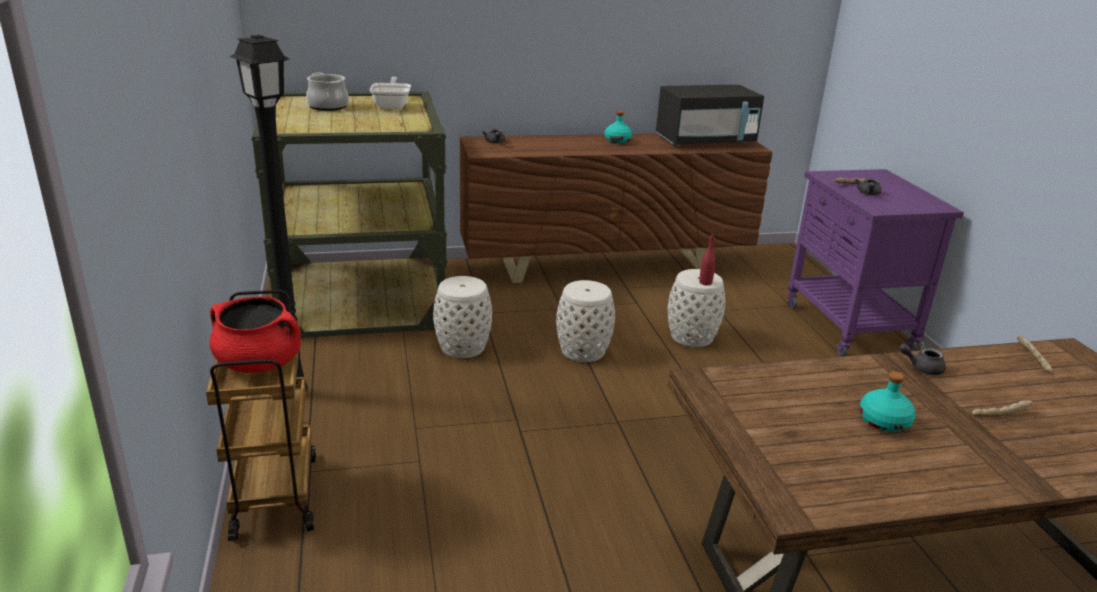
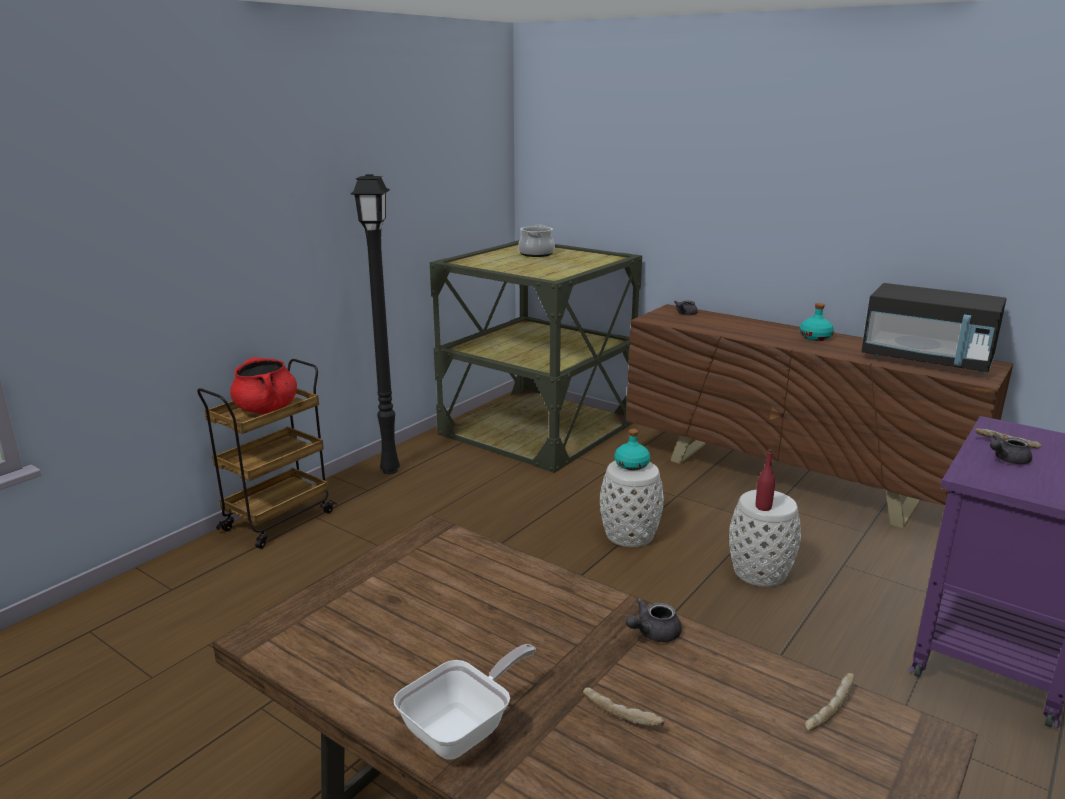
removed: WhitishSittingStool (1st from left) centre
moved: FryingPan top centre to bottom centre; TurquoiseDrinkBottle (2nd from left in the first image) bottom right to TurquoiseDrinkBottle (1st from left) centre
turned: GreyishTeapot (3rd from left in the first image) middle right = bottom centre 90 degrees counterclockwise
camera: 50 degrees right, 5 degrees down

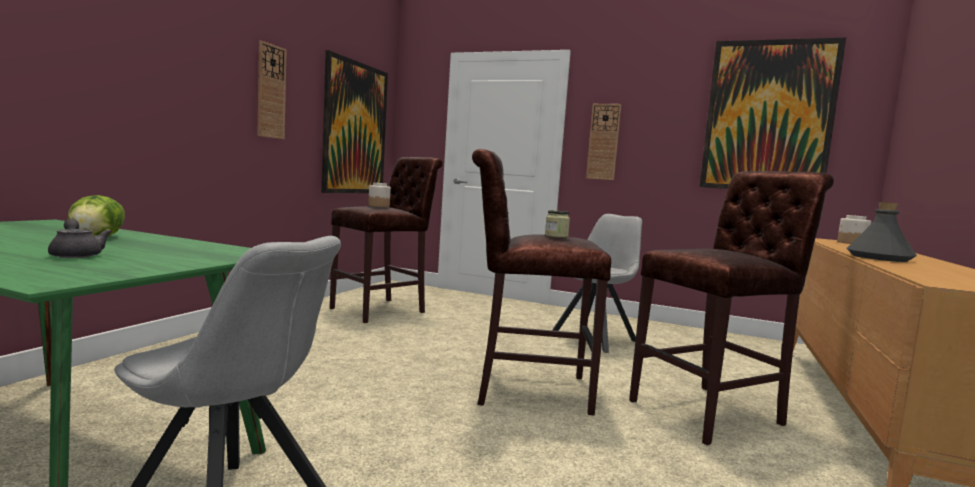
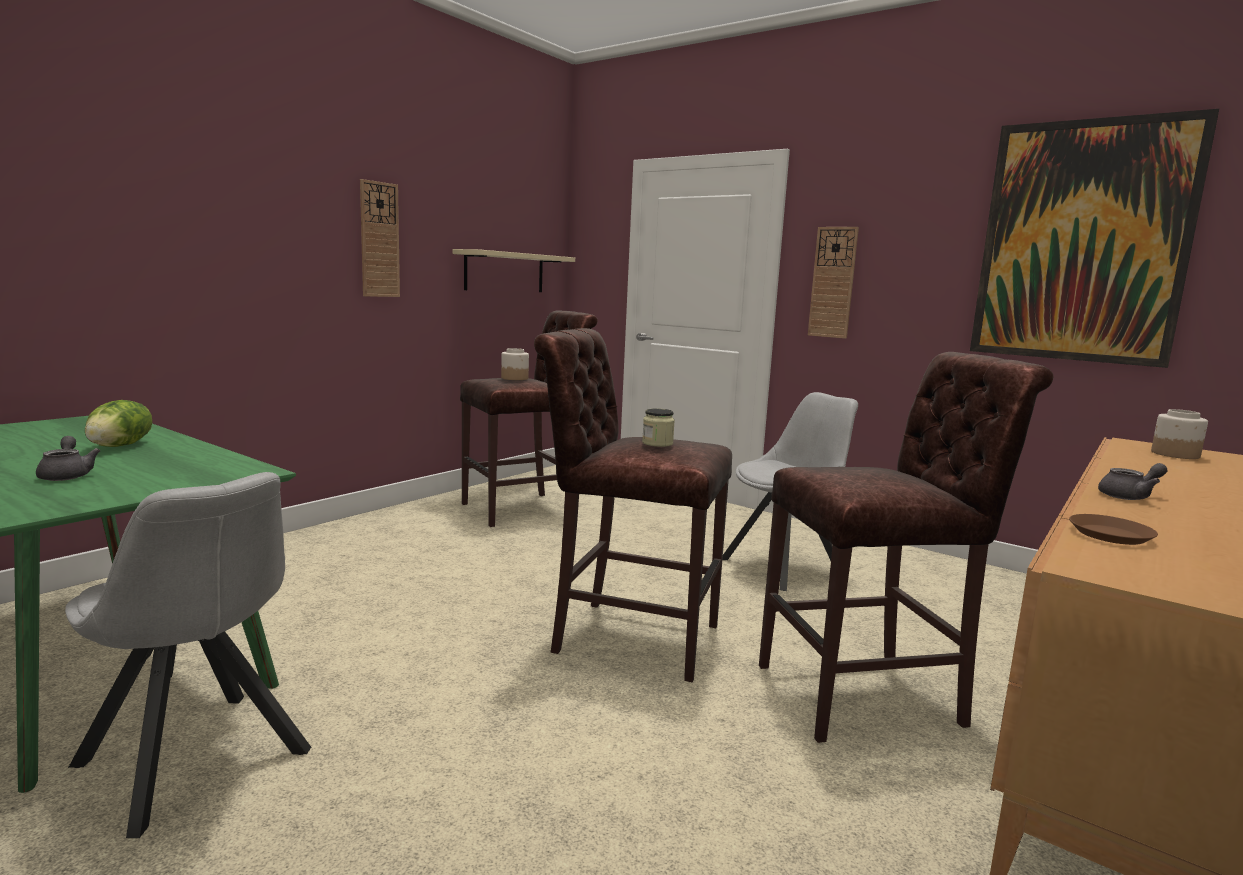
added: BrownFlatDish middle right
replaced: Picture (1st from left) top centre to BeigeColouredWallShelf top centre; GreyishDrinkBottle middle right to GreyishTeapot (2nd from left) middle right
camera: 15 degrees right, 5 degrees up

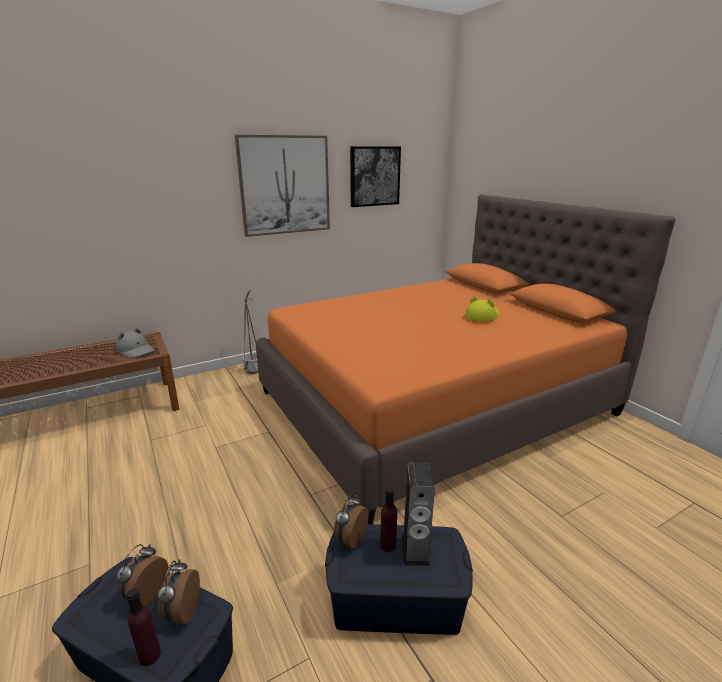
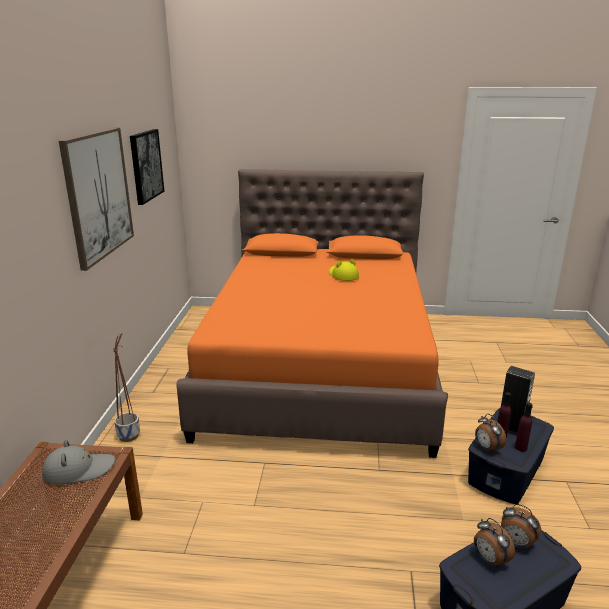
moved: PurpleDrinkBottle (1st from left in the first image) bottom left to PurpleDrinkBottle (2nd from left) bottom right
camera: 55 degrees left, 0 degrees up

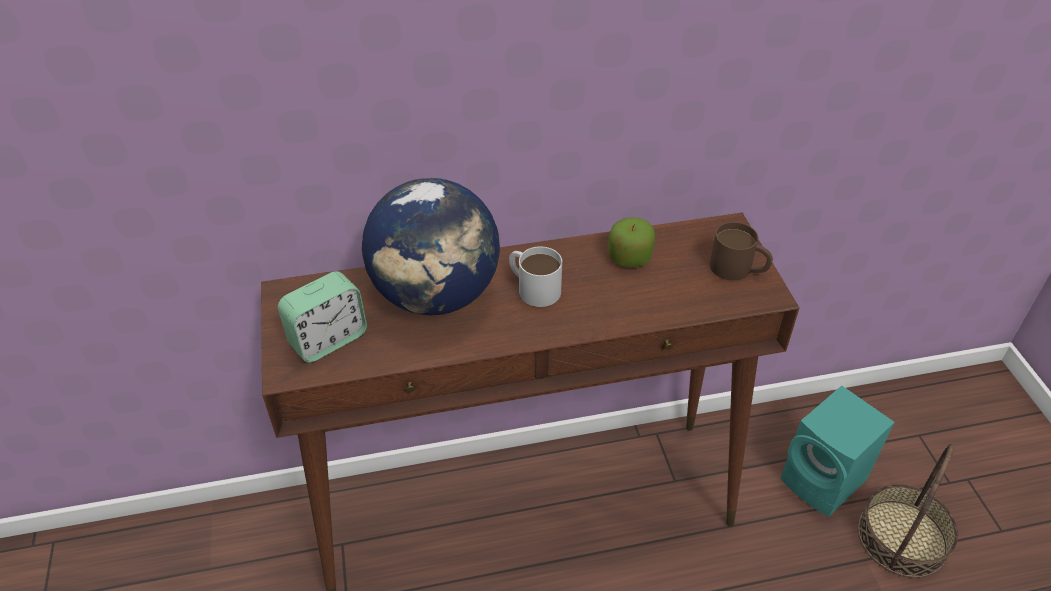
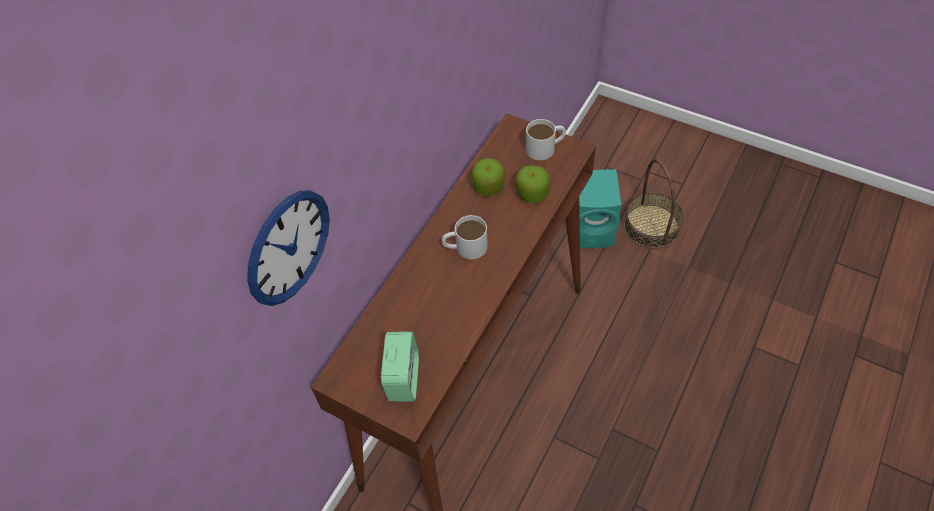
removed: DeskGlobe centre
added: AppleFruit (2nd from left) centre; WallClock middle left
recoloured: BrownTeaMug middle right to WhitishTeaMug (2nd from left) top centre
camera: 45 degrees left, 10 degrees up

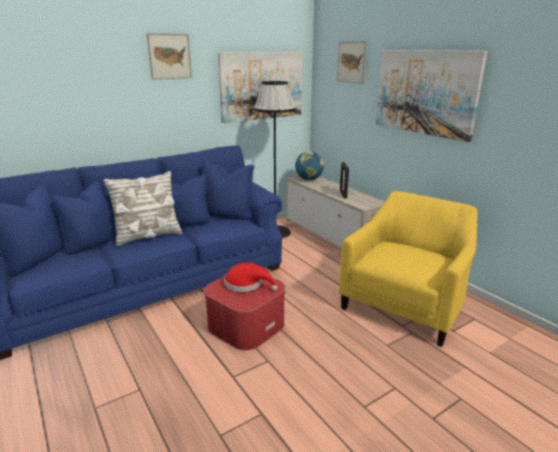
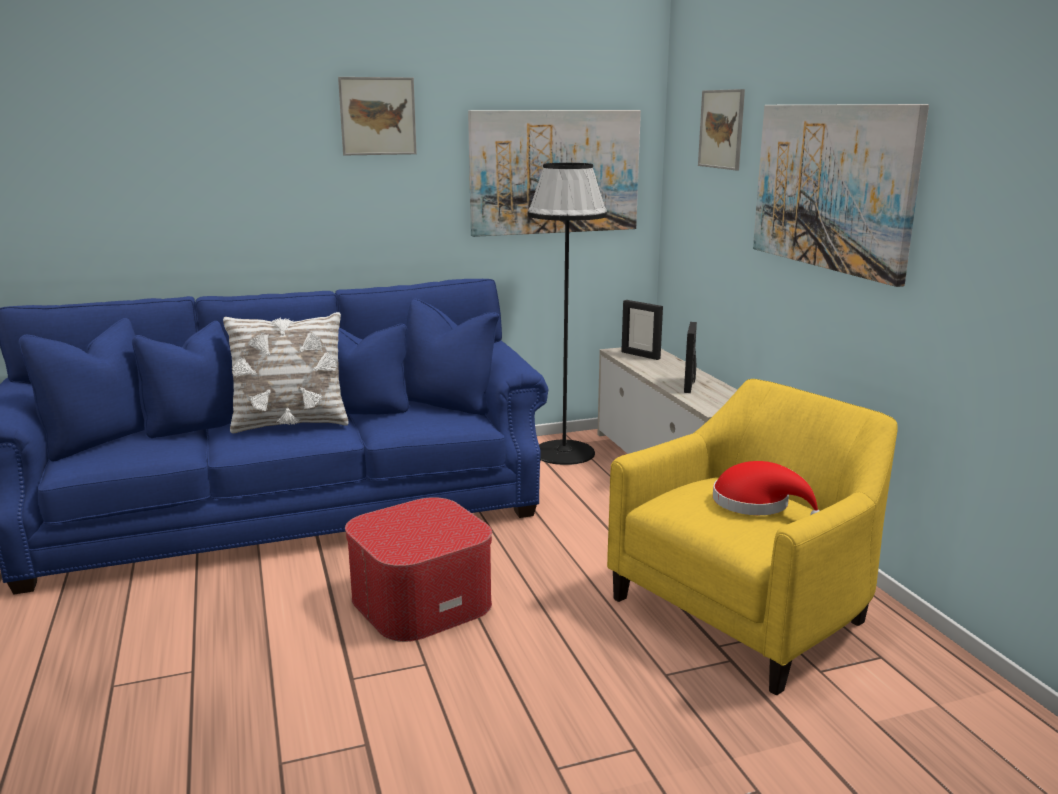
moved: RedWearableHat centre to middle right
replaced: DeskGlobe centre to PhotoFrame (1st from left) centre
camera: 15 degrees right, 5 degrees down

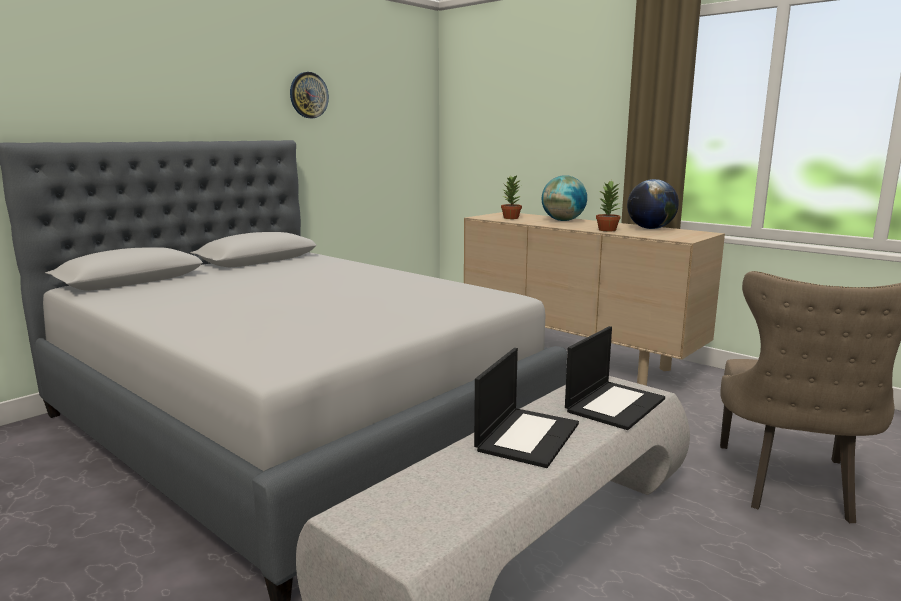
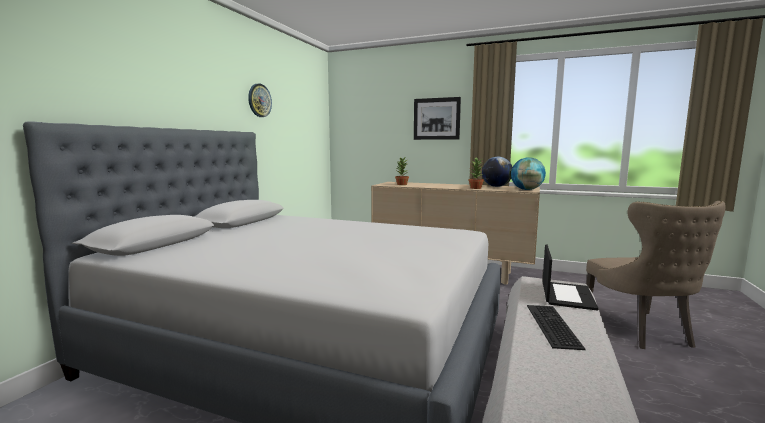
added: Picture top centre
moved: DeskGlobe (1st from left in the first image) top centre to DeskGlobe (2nd from left) middle right
replaced: PortableComputer (1st from left) bottom centre to PcKeyboard bottom right
camera: 20 degrees left, 5 degrees down

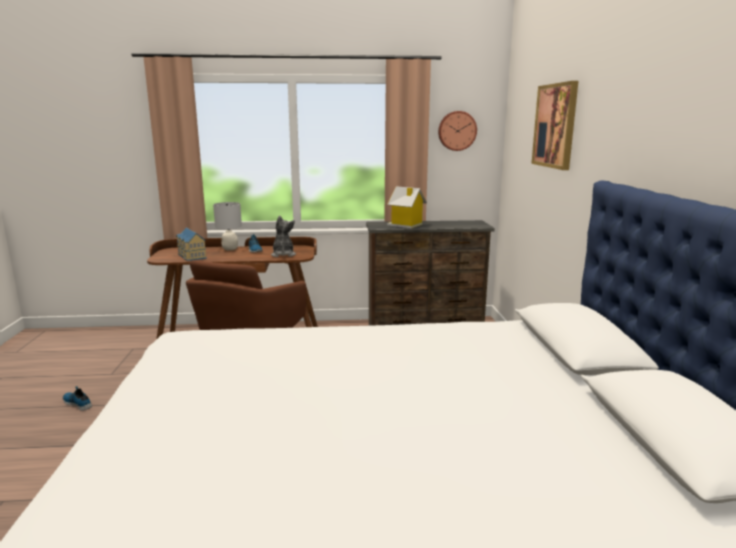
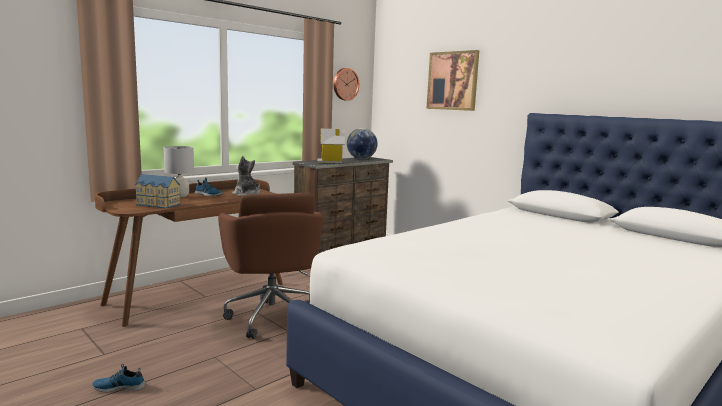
added: DeskGlobe centre
camera: 40 degrees left, 5 degrees down

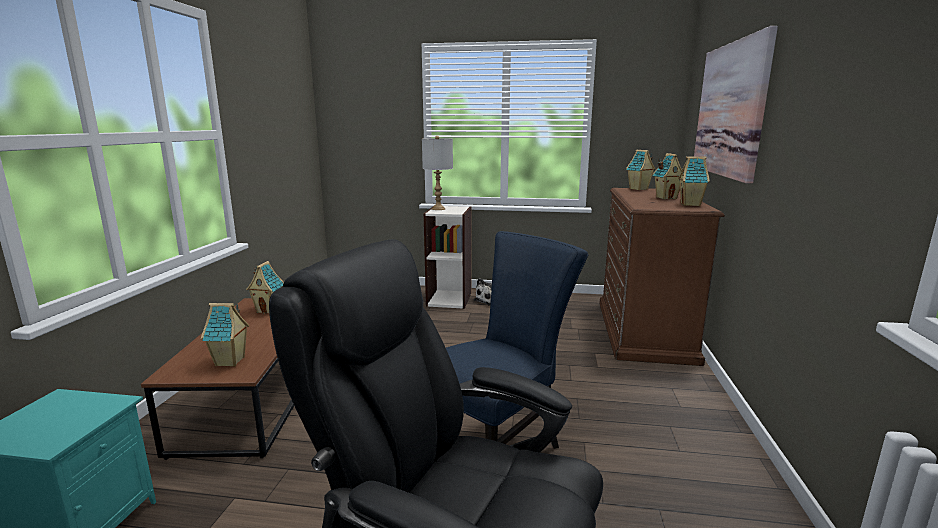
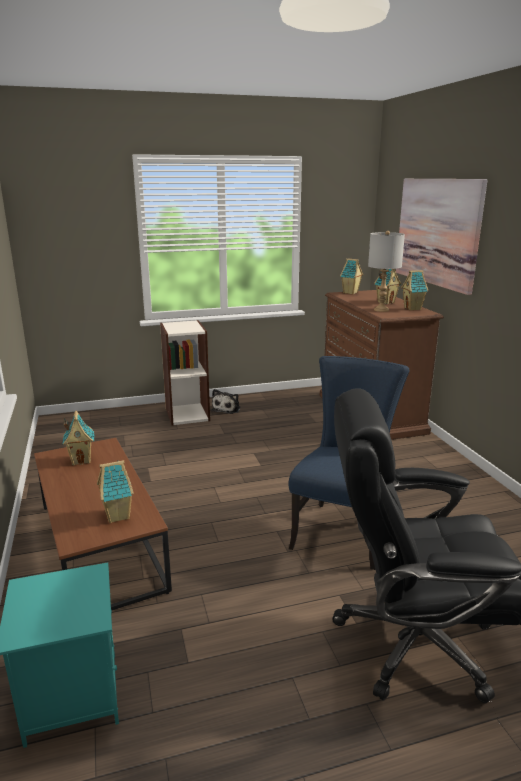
moved: GreyishTabletopLamp top centre to middle right
camera: 25 degrees left, 5 degrees up

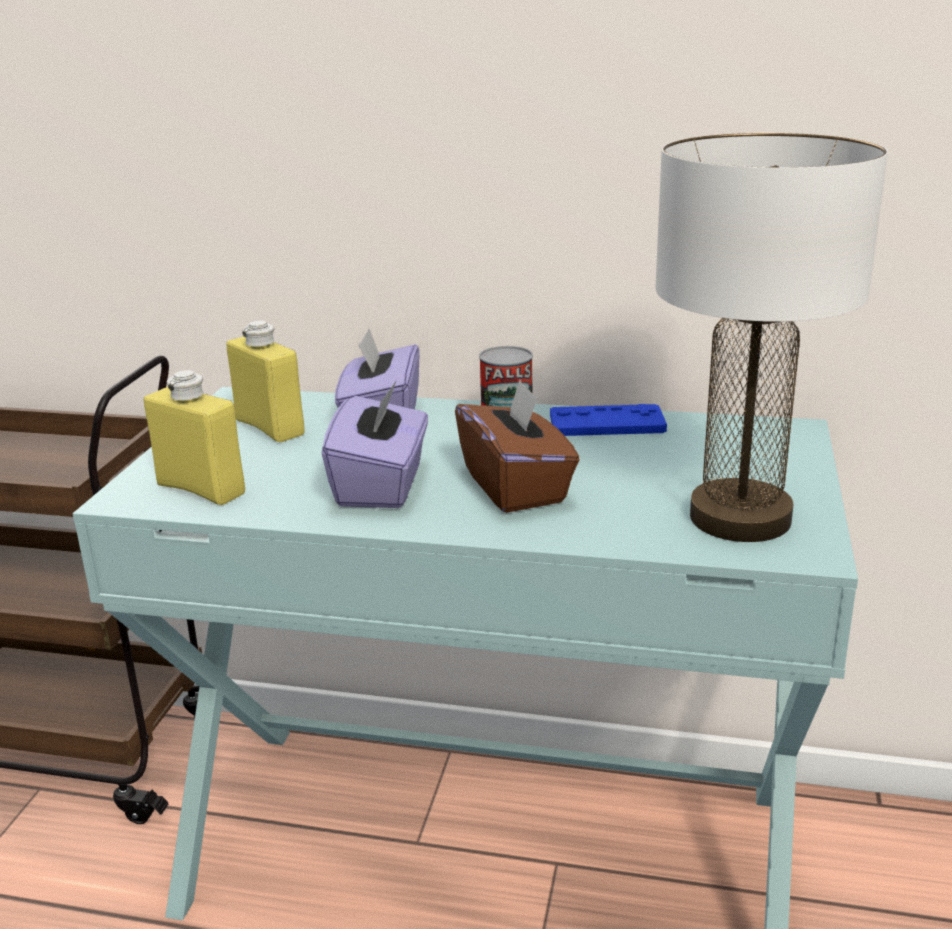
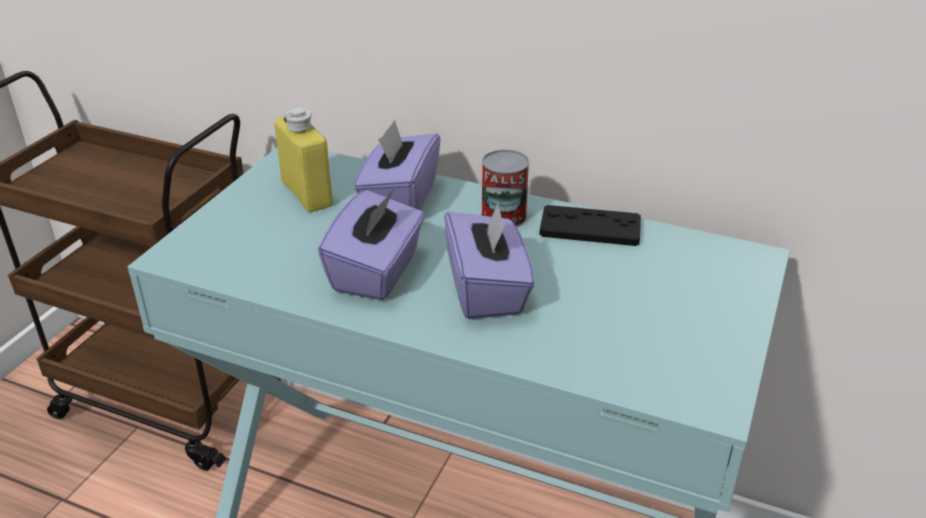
removed: TabletopLamp middle right; YellowDrinkBottle (1st from left) middle left
recoloured: BrownTissueBox centre to PurpleTissueBox (3rd from left) centre; BluishGamepad centre to BlackColouredGamepad centre
camera: 10 degrees right, 10 degrees up

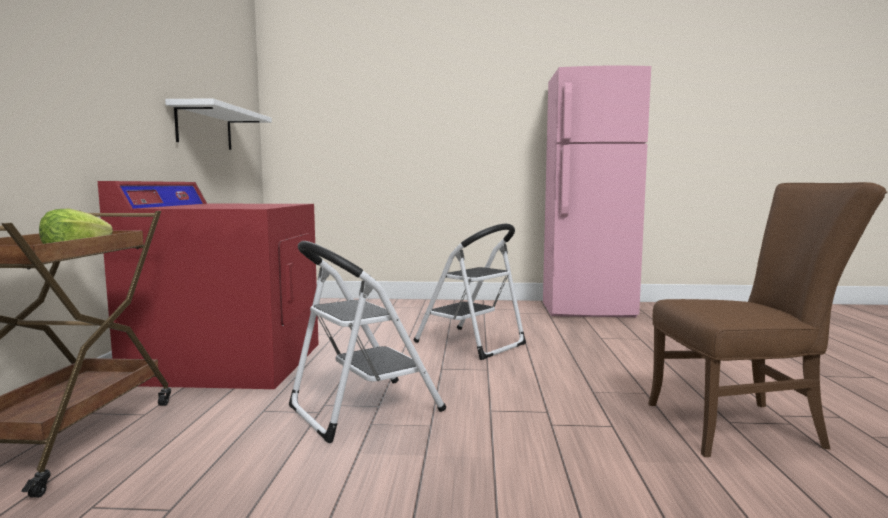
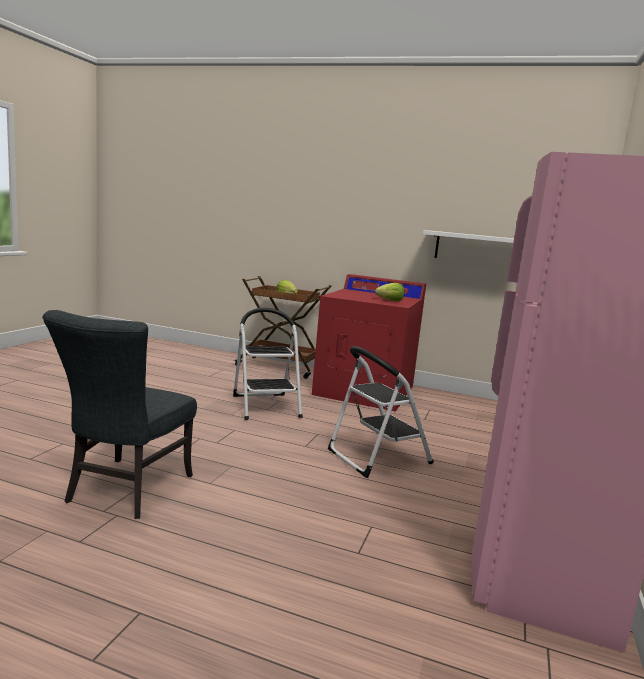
added: HeadOfLettuce (2nd from left) centre
recoloured: BrownPlainChair middle right to GreyishPlainChair middle left
camera: 105 degrees right, 5 degrees up

